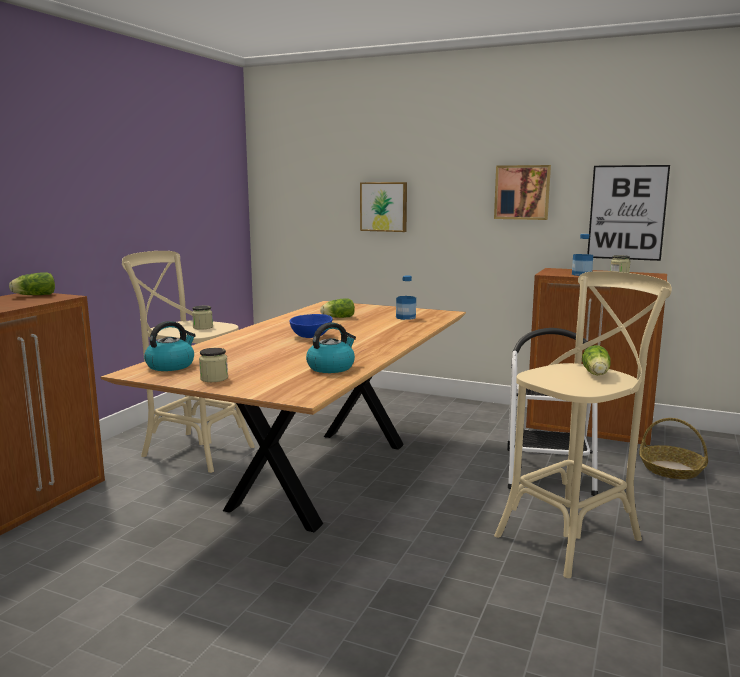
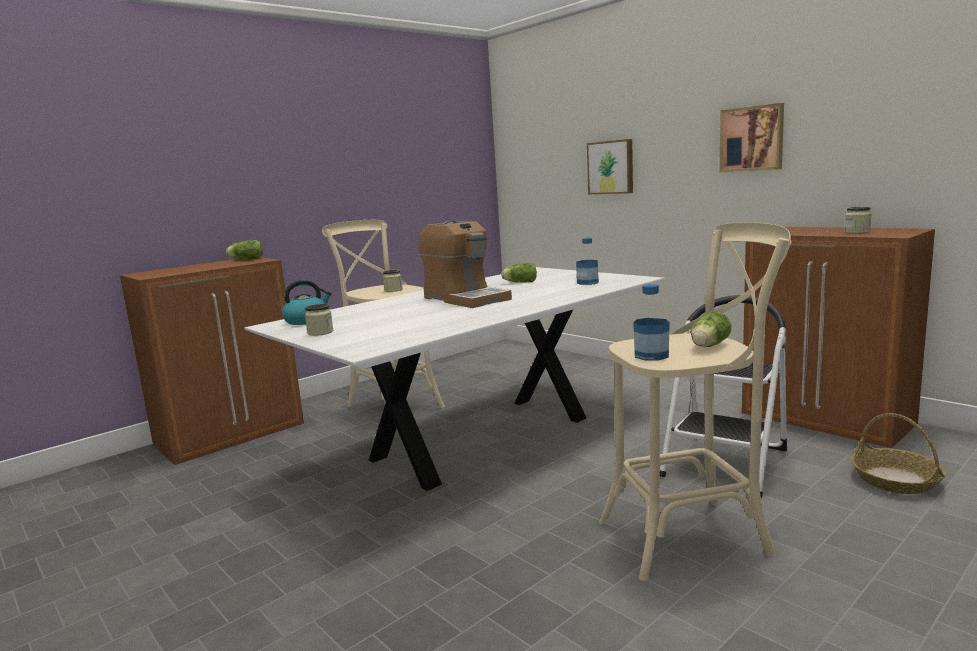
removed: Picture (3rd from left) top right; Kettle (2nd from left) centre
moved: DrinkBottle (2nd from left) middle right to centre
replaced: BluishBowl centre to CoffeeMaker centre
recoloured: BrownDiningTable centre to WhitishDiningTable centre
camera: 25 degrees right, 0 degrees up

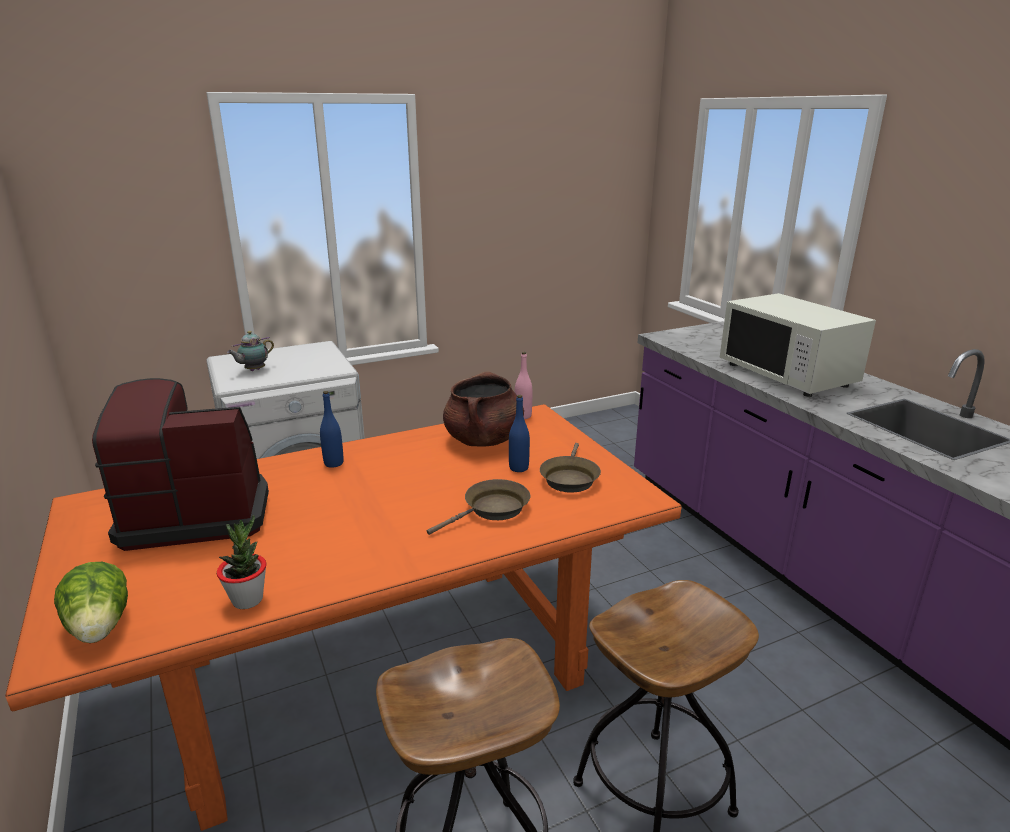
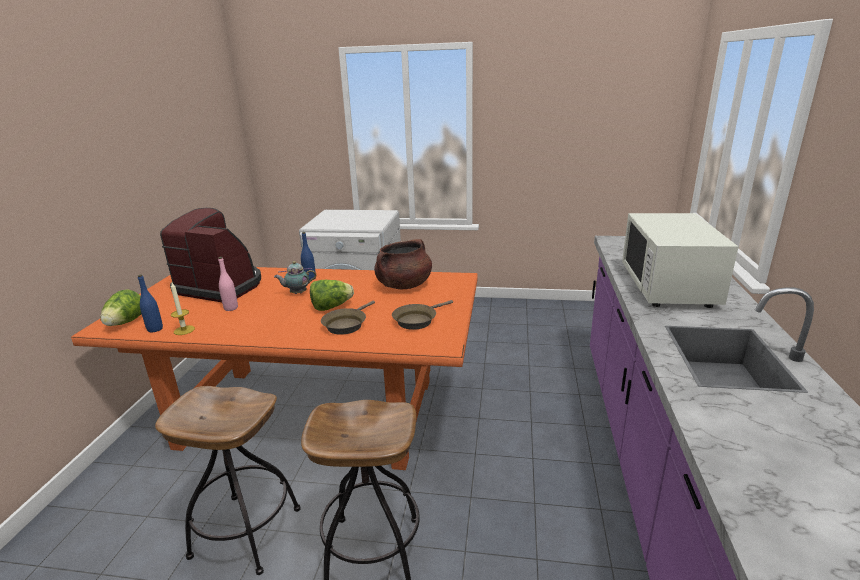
added: HeadOfLettuce (2nd from left) centre
moved: Teapot middle left to centre; PinkColouredDrinkBottle centre to middle left; BluishDrinkBottle (2nd from left in the first image) centre to BluishDrinkBottle (1st from left) middle left
replaced: PlantInAPot bottom left to WaxCandle middle left
turned: BrownFryingPan (1st from left) centre = centre 120 degrees clockwise
camera: 35 degrees right, 0 degrees up

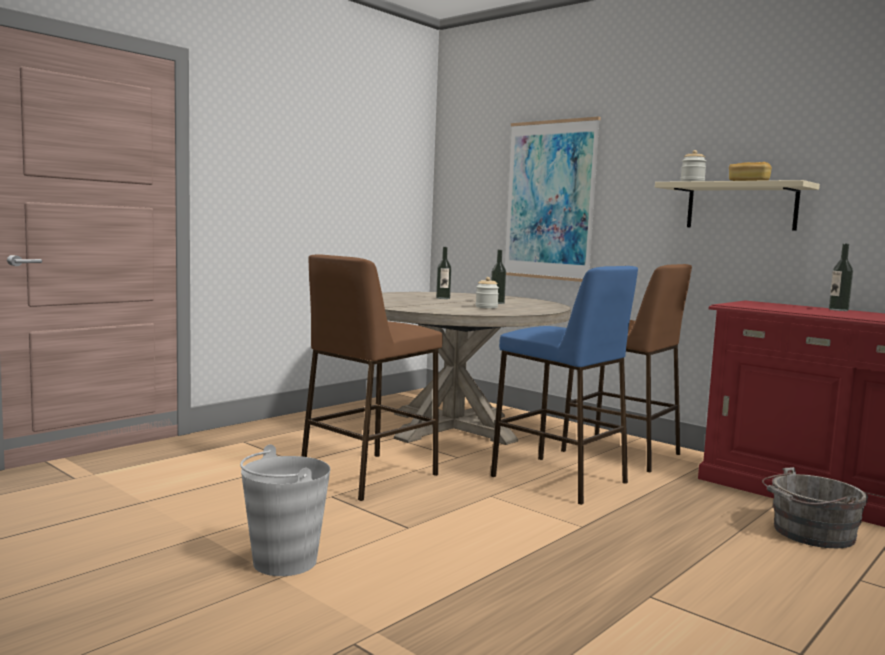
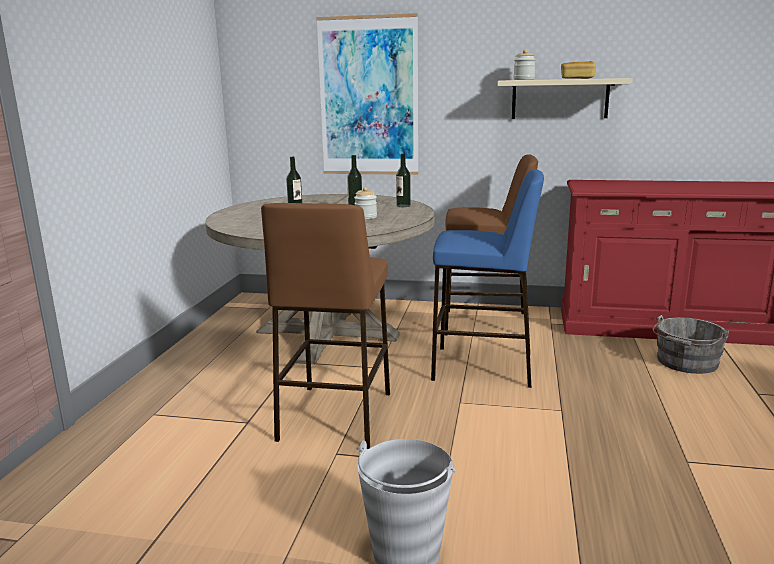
moved: DrinkBottle (3rd from left) middle right to top centre
camera: 30 degrees left, 10 degrees up

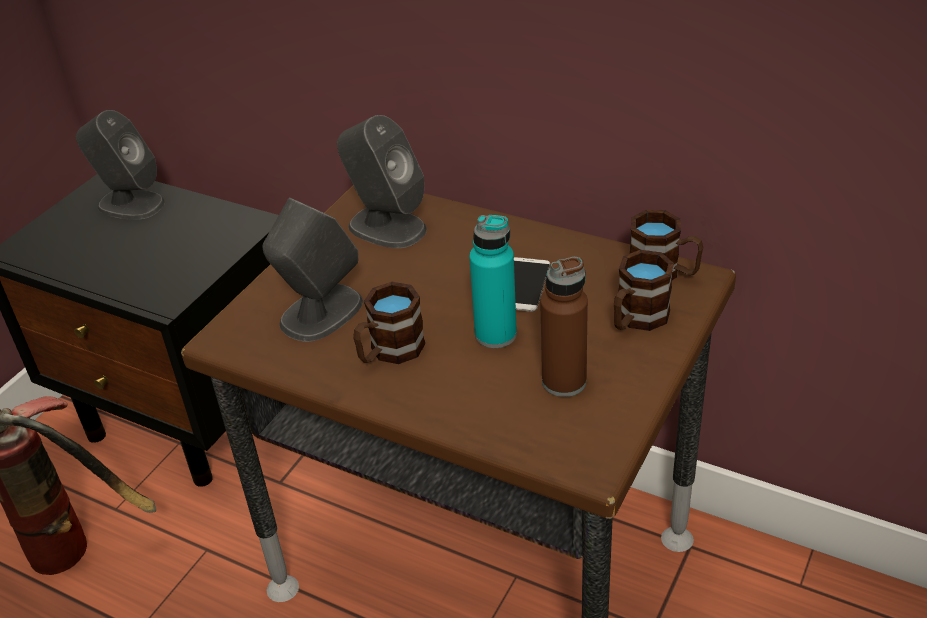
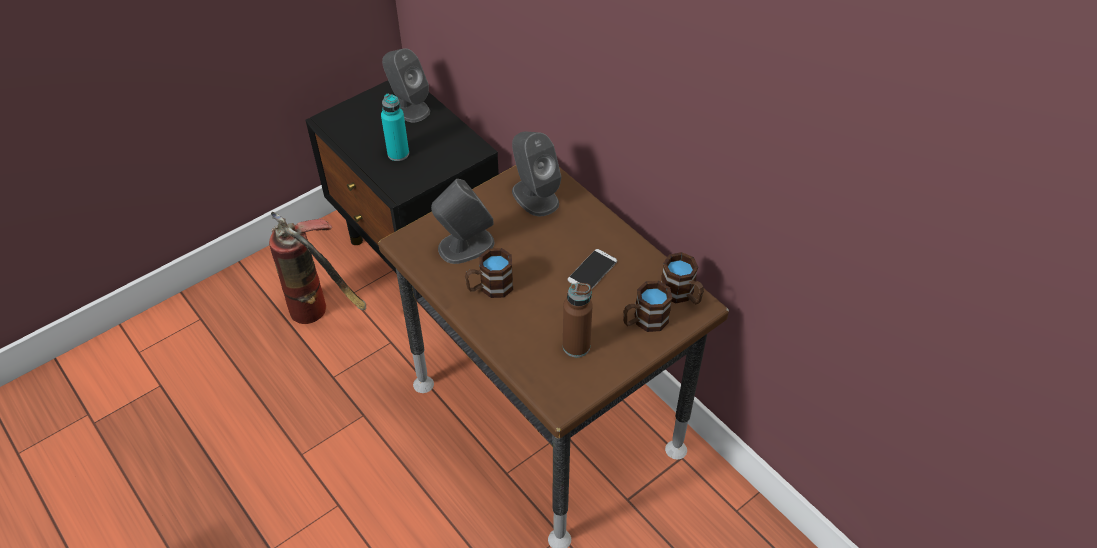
moved: TurquoiseDrinkBottle centre to top centre
camera: 20 degrees right, 10 degrees up

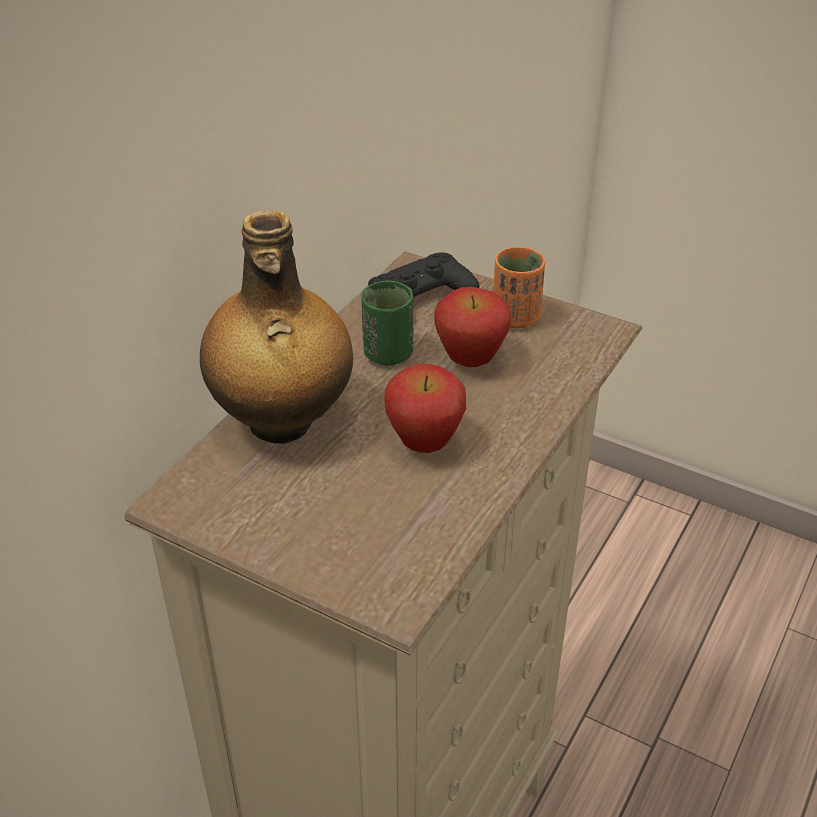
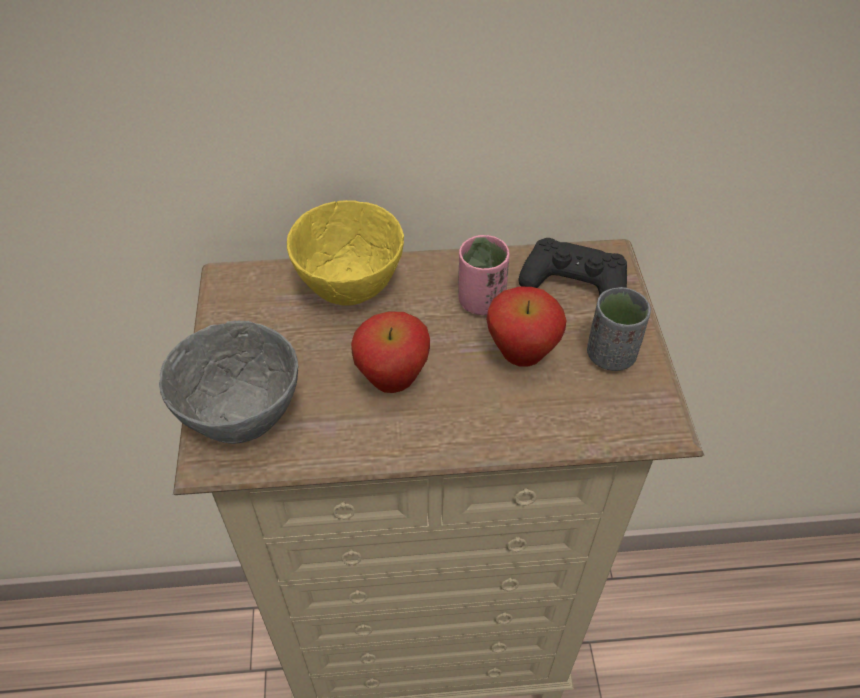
added: GreyishBowl middle left
replaced: DrinkBottle centre to YellowBowl centre
recoloured: OrangeSmallCup centre to GreyishSmallCup middle right; GreenColouredSmallCup centre to PinkColouredSmallCup centre
camera: 55 degrees right, 10 degrees up

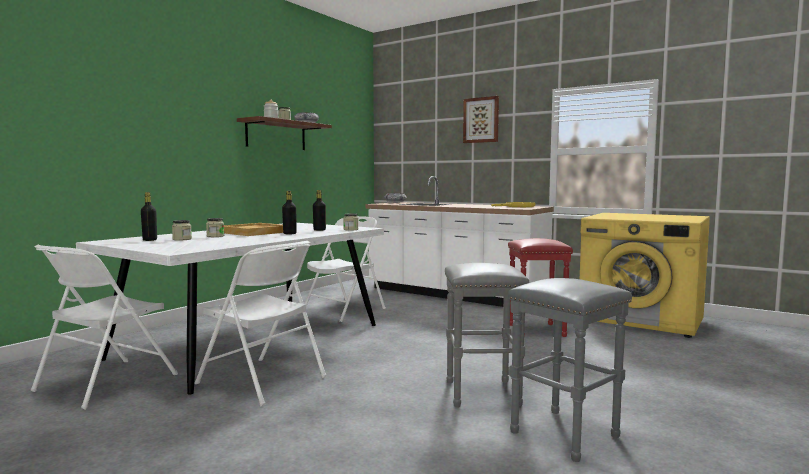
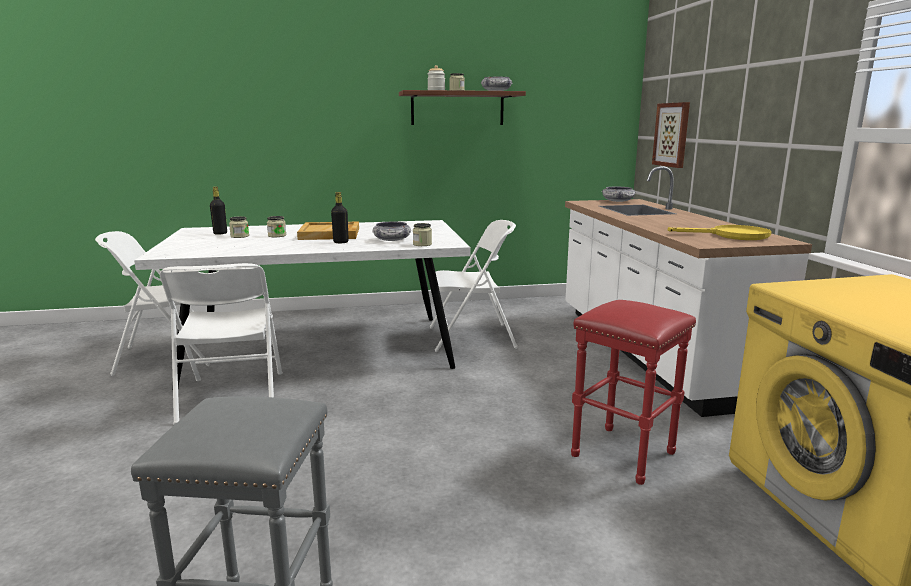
removed: GreyishSittingStool (1st from left) bottom centre
moved: Picture top centre to top right
replaced: BlackColouredDrinkBottle (3rd from left) centre to Bowl (1st from left) centre
camera: 45 degrees right, 10 degrees up

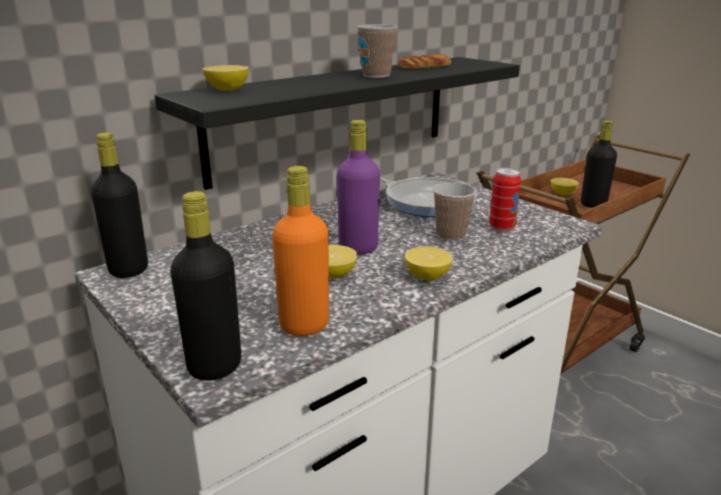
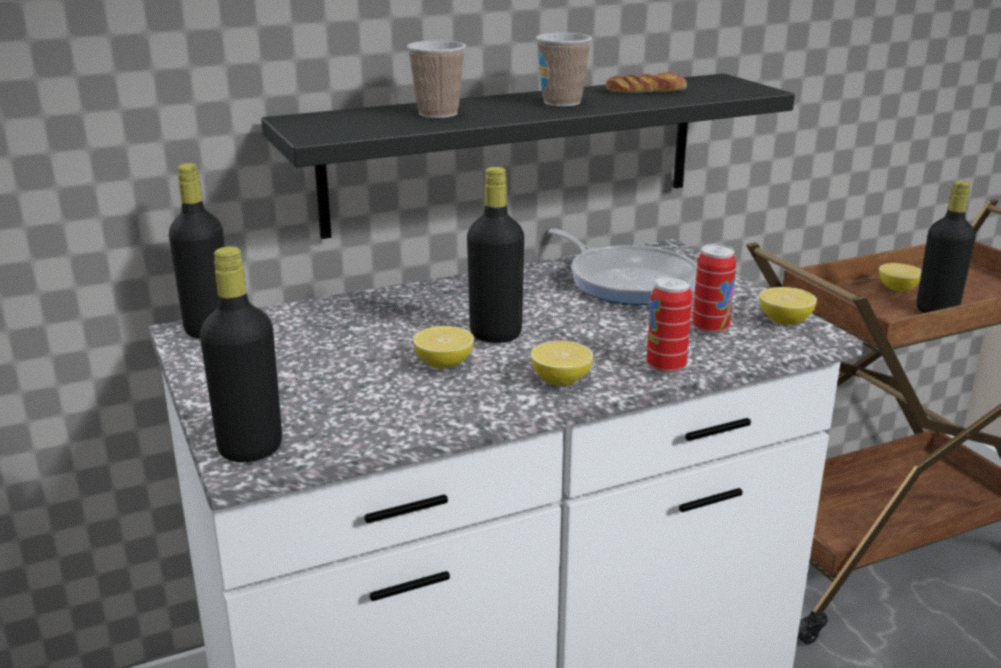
removed: OrangeDrinkBottle centre
added: SealedCan (1st from left) middle right
moved: Lemon (1st from left in the first image) top left to Lemon (3rd from left) middle right; SmallCup (2nd from left in the first image) centre to SmallCup (1st from left) top centre
recoloured: PurpleDrinkBottle centre to BlackColouredDrinkBottle (3rd from left) centre
camera: 15 degrees right, 0 degrees up

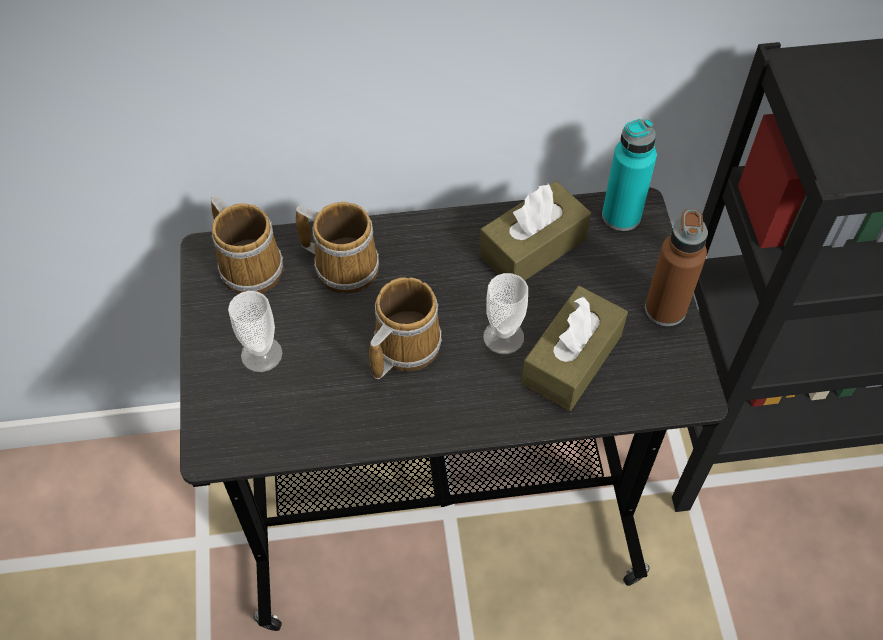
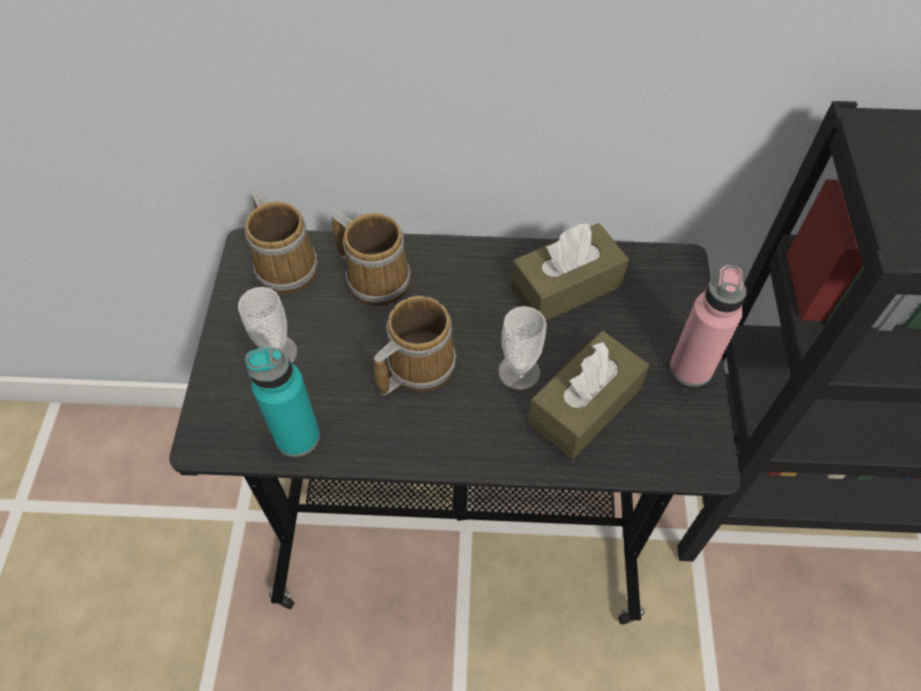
moved: TurquoiseDrinkBottle top right to middle left
recoloured: BrownDrinkBottle middle right to PinkColouredDrinkBottle middle right
camera: 10 degrees right, 0 degrees up

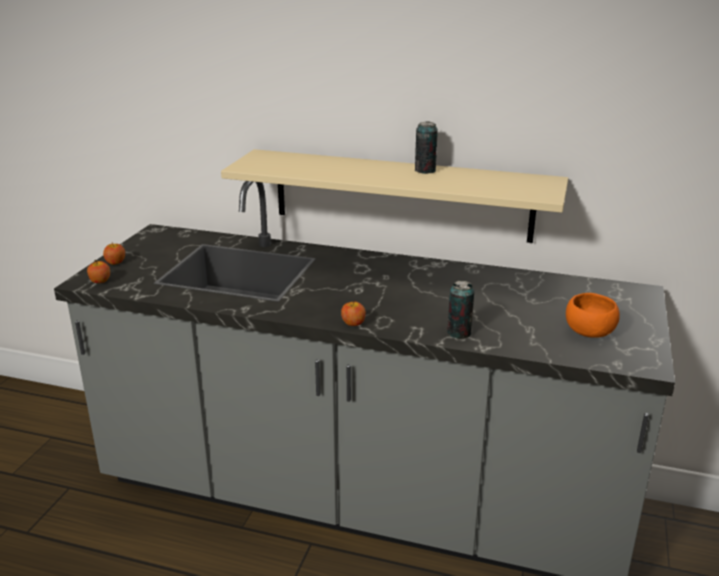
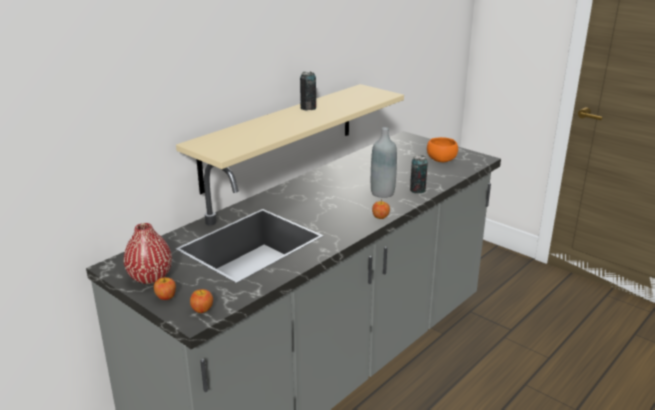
added: GreyishDrinkBottle centre; RedVase middle left
camera: 65 degrees left, 0 degrees up

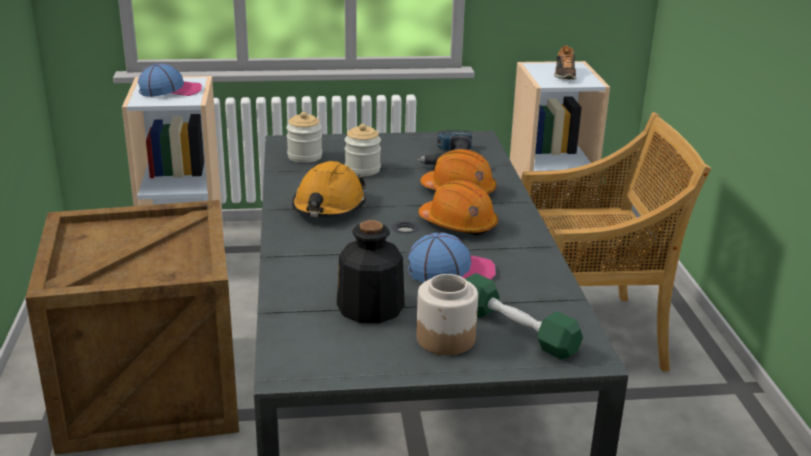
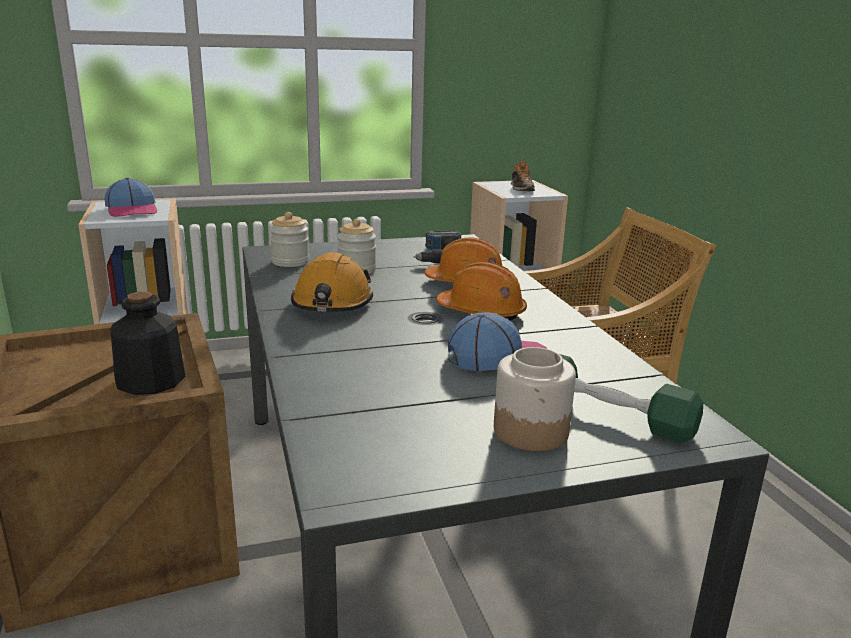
moved: DrinkBottle centre to middle left
turned: Cap (1st from left) top left = top left 90 degrees clockwise
camera: 10 degrees left, 5 degrees down

